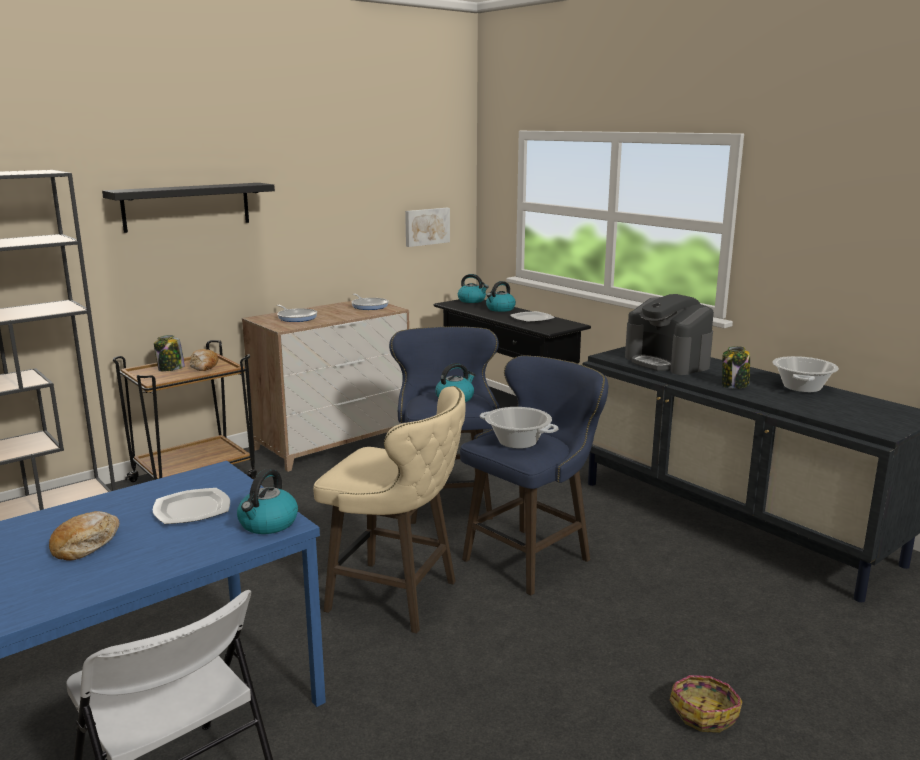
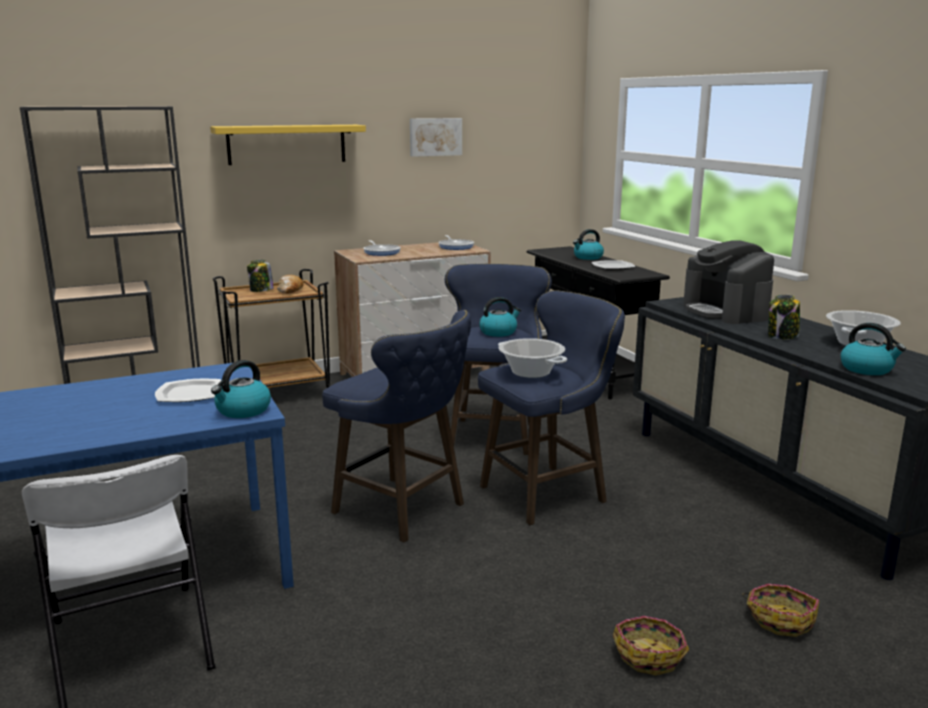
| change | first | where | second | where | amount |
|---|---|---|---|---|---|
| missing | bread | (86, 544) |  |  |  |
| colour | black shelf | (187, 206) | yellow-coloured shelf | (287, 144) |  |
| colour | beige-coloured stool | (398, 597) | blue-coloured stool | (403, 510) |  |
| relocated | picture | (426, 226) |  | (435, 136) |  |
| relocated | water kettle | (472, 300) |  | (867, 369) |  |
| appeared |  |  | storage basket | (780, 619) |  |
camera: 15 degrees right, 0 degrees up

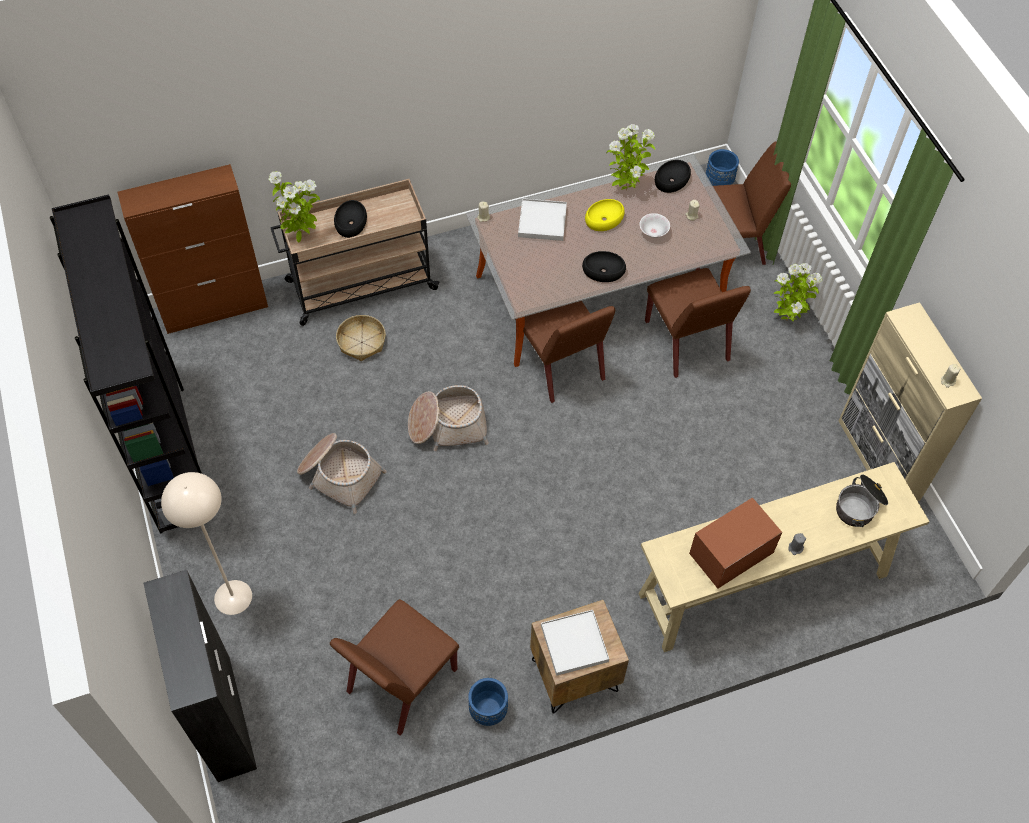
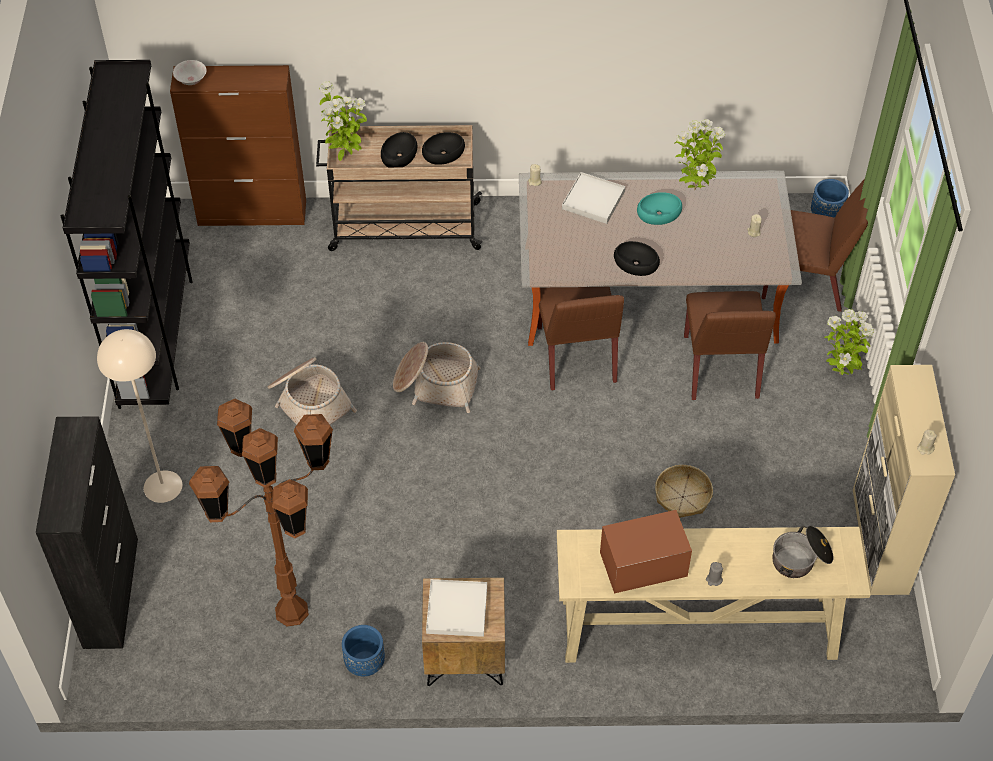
| change | first | where | second | where | amount |
|---|---|---|---|---|---|
| exchanged | brown chair | (401, 682) | brown floor lamp | (290, 611) |  |
| relocated | storage basket | (362, 342) |  | (683, 497) |  |
| colour | yellow-coloured deep dish | (604, 220) | turquoise-coloured deep dish | (658, 214) |  |
| relocated | whitish deep dish | (653, 232) |  | (191, 80) |  |
| relocated | black deep dish | (671, 180) |  | (443, 152) |  |
camera: 20 degrees right, 5 degrees down

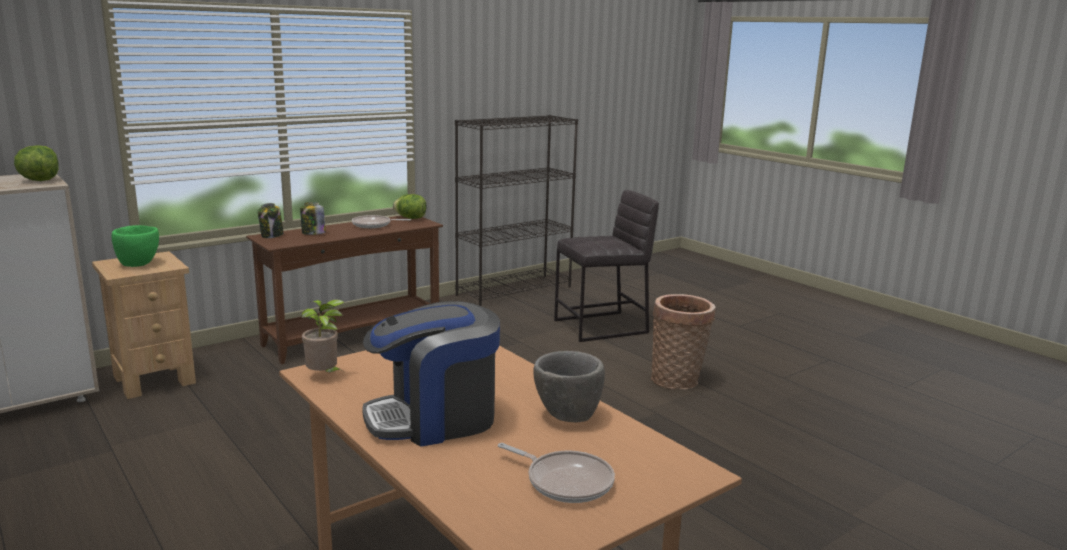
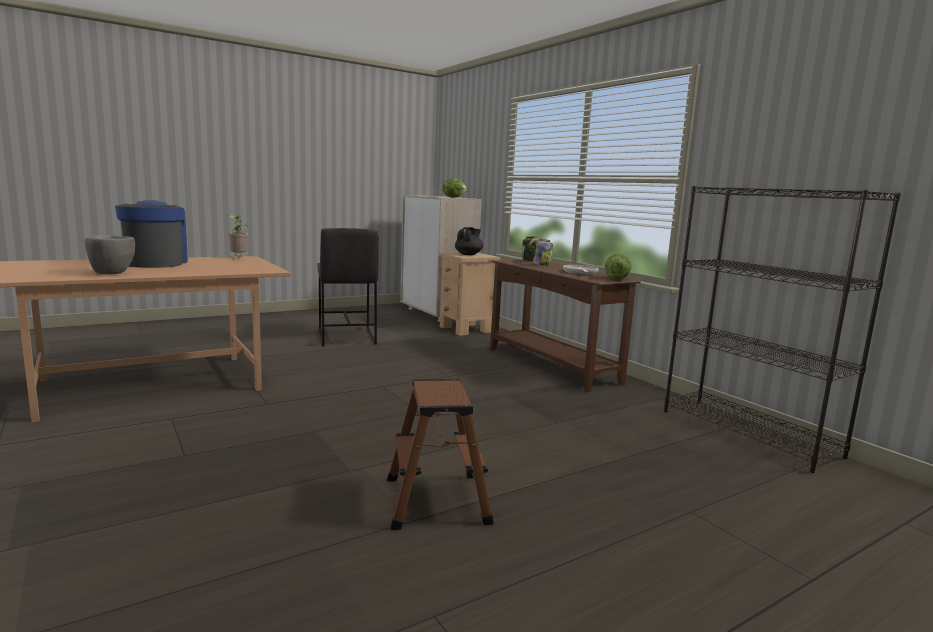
| change | first | where | second | where | amount |
|---|---|---|---|---|---|
| exchanged | green deep dish | (139, 264) | black teapot | (468, 254) |  |
| missing | frying pan | (565, 481) |  |  |  |
| relocated | greyish stool | (602, 327) |  | (345, 337) |  |
| exchanged | storage basket | (678, 381) | brown step stool | (437, 500) |  |
camera: 95 degrees right, 5 degrees down

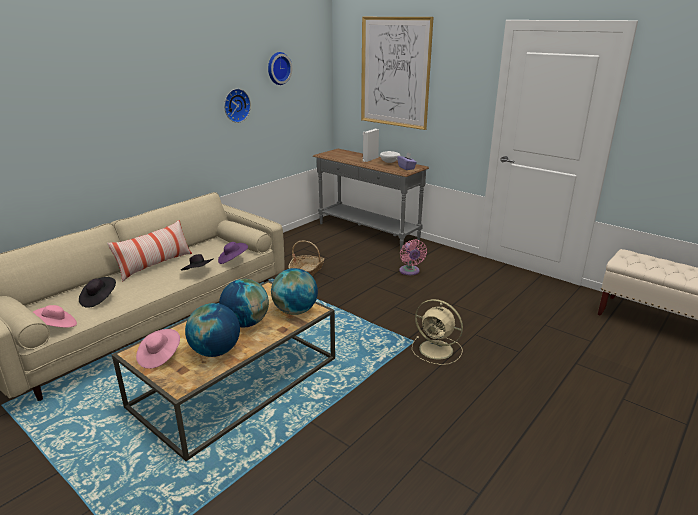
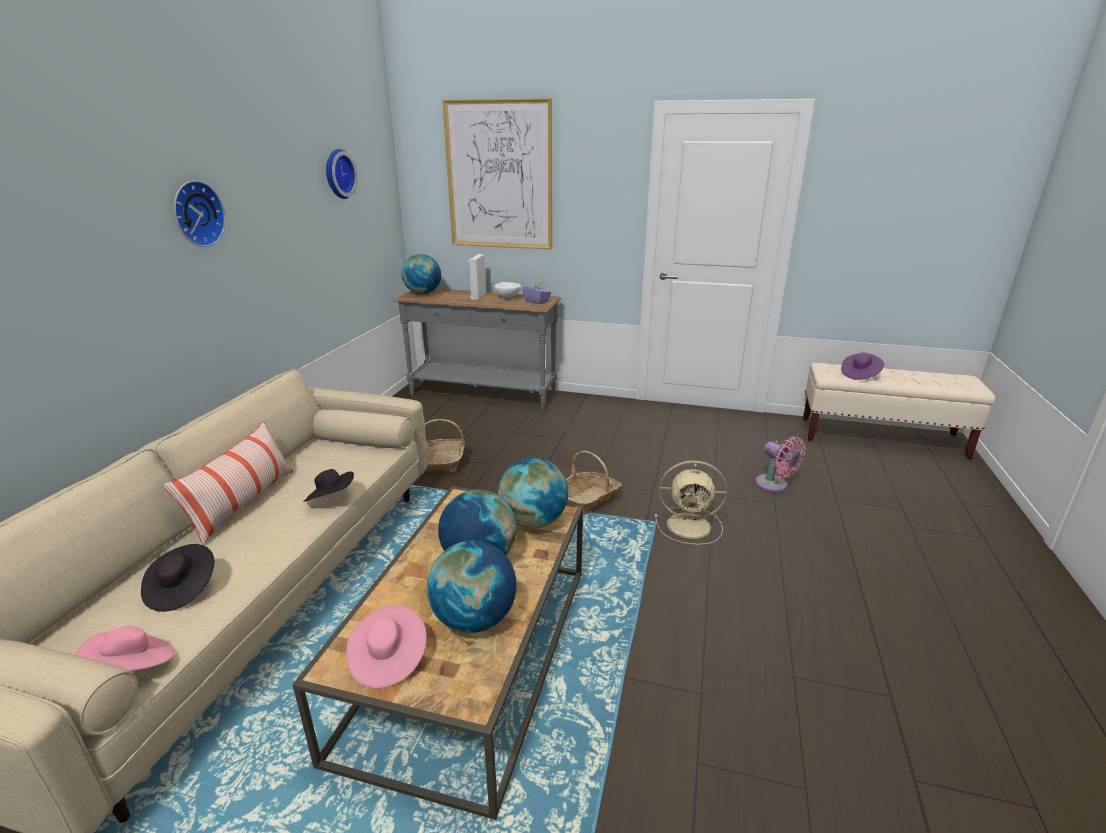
| change | first | where | second | where | amount |
|---|---|---|---|---|---|
| relocated | purple-coloured wearable hat | (232, 260) |  | (860, 374) |  |
| relocated | wall clock | (235, 105) |  | (196, 214) |  |
| relocated | pink fan | (410, 271) |  | (774, 485) |  |
| appeared |  |  | world globe | (423, 293) |  |
| appeared |  |  | storage basket | (589, 499) |  |
camera: 25 degrees left, 0 degrees up

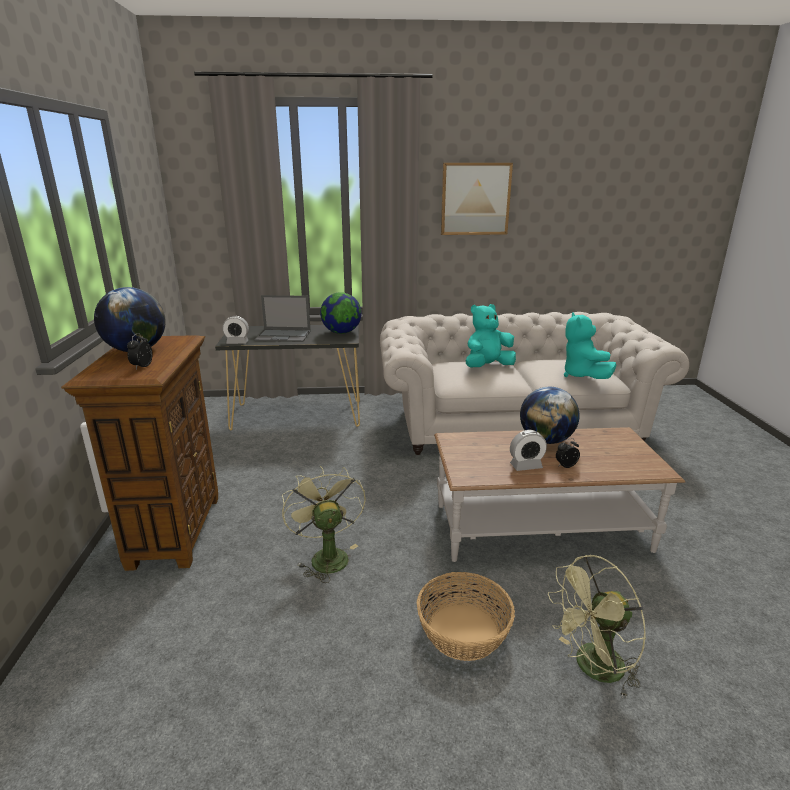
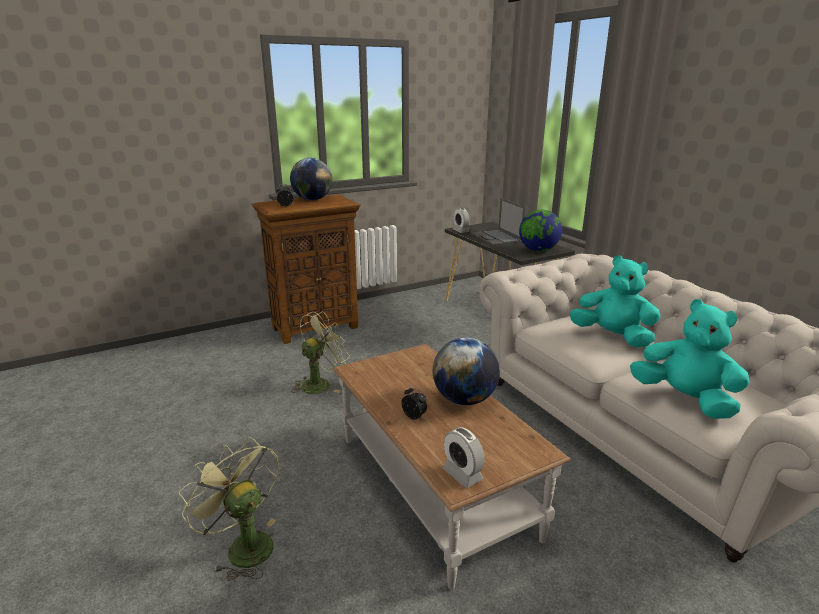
| change | first | where | second | where | amount |
|---|---|---|---|---|---|
| missing | storage basket | (464, 631) |  |  |  |
| missing | picture | (475, 199) |  |  |  |
| relocated | bedside clock | (526, 466) |  | (462, 474) |  |
| spun | turquoise-coloured cuddly toy | (582, 376) |  | (684, 399) | 75 degrees clockwise |
camera: 65 degrees right, 0 degrees up

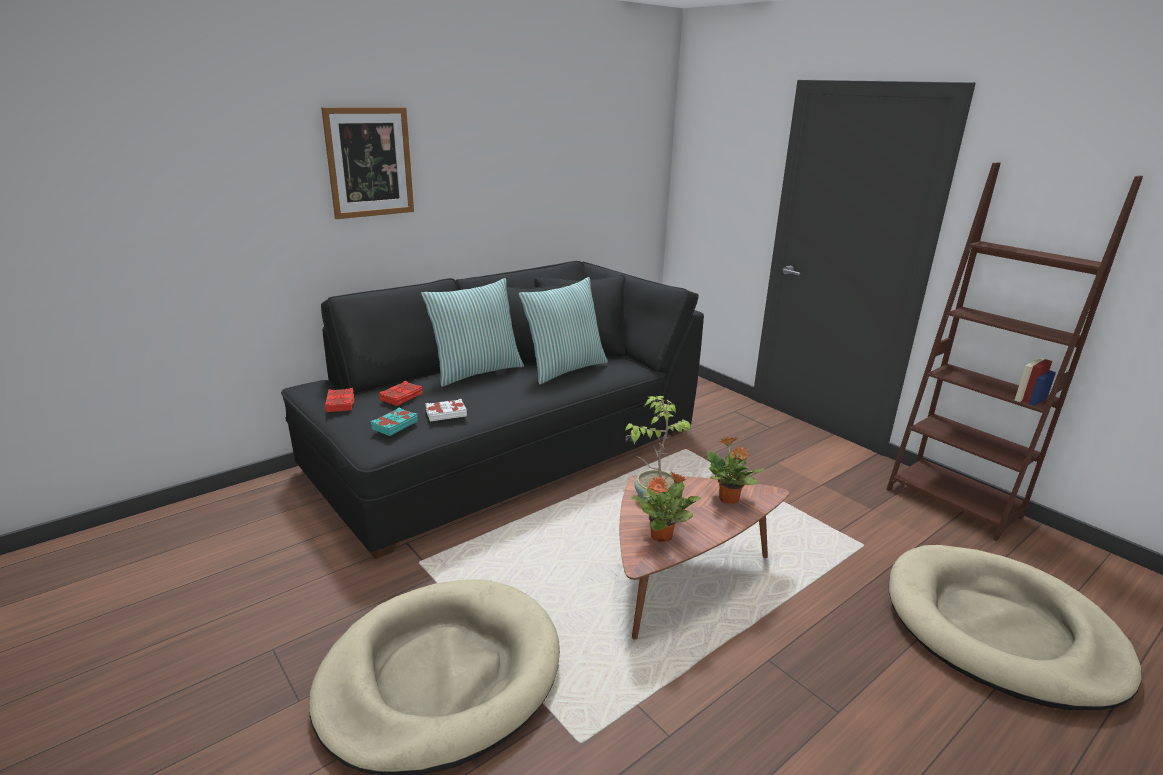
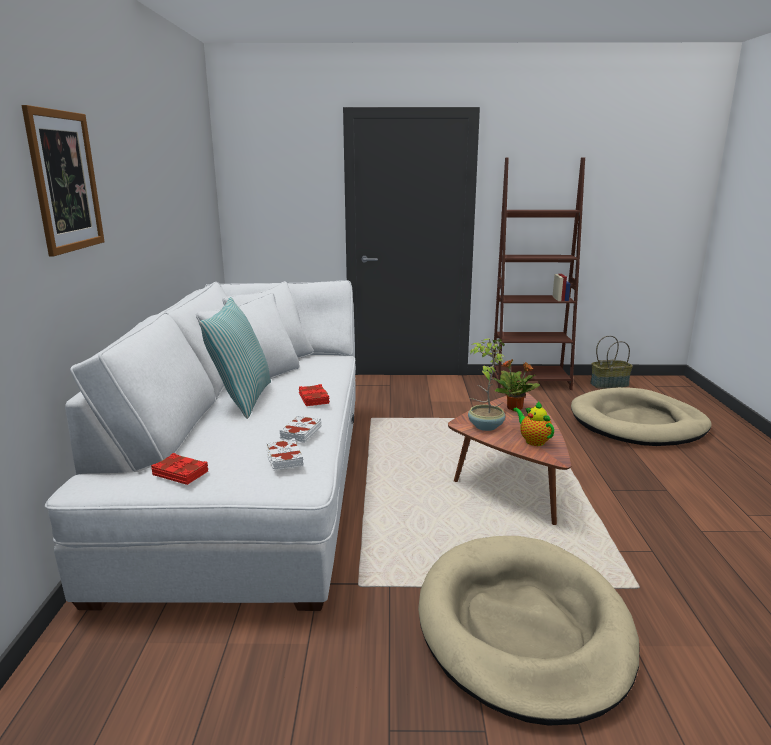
| change | first | where | second | where | amount |
|---|---|---|---|---|---|
| colour | black couch | (506, 451) | whitish couch | (254, 481) |  |
| colour | turquoise-coloured book | (394, 425) | whitish book | (284, 459) |  |
| relocated | red-coloured book | (401, 397) |  | (314, 399) |  |
| missing | throw pillow | (564, 369) |  |  |  |
| exchanged | plant in a pot | (662, 536) | teapot | (533, 441) |  |
| appeared |  |  | storage basket | (609, 384) |  |
camera: 50 degrees left, 5 degrees down

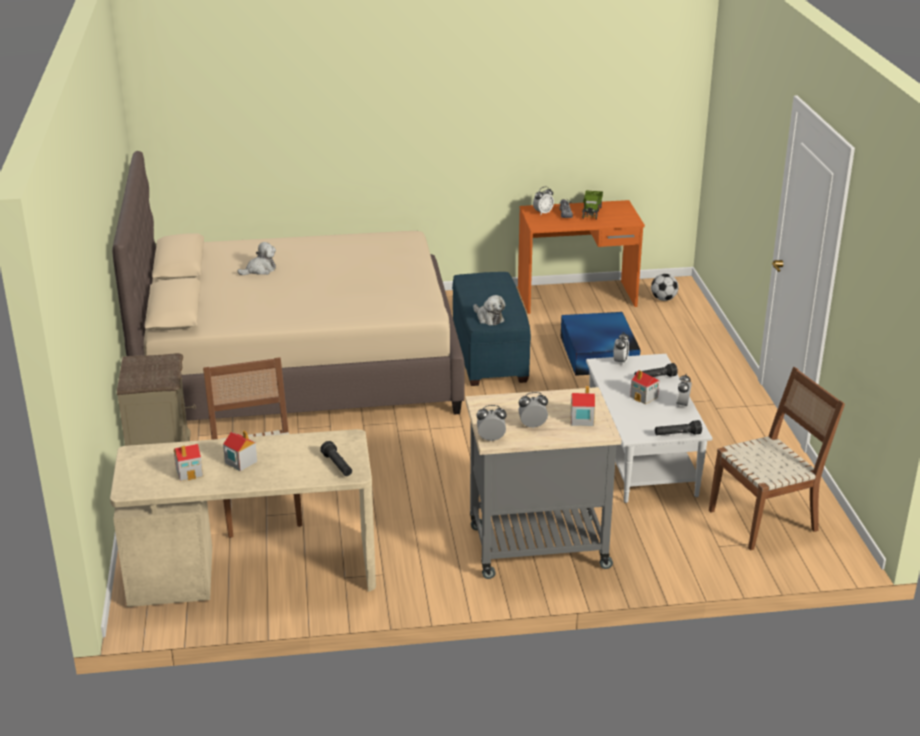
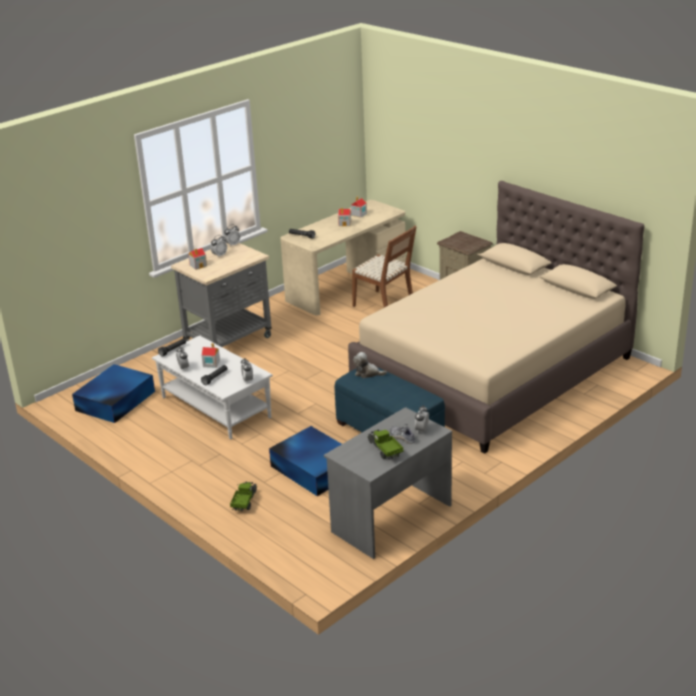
| change | first | where | second | where | amount |
|---|---|---|---|---|---|
| missing | cuddly toy | (260, 270) |  |  |  |
| colour | orange desk table | (577, 297) | greyish desk table | (390, 518) |  |
| missing | football | (663, 299) |  |  |  |
| exchanged | chair | (766, 519) | blue-coloured storage box | (114, 401) |  |
| appeared |  |  | toy lorry | (244, 502) |  |
camera: 145 degrees right, 0 degrees up

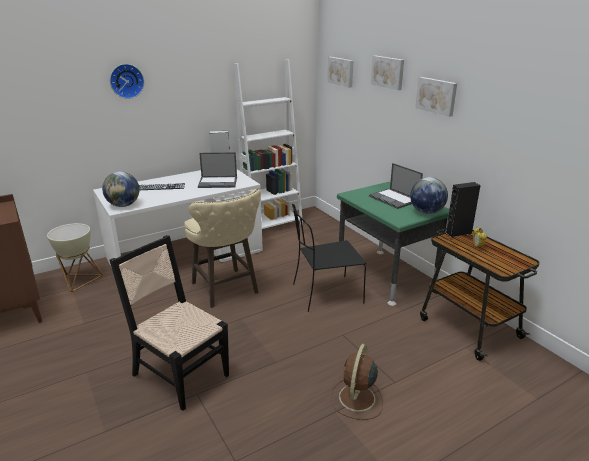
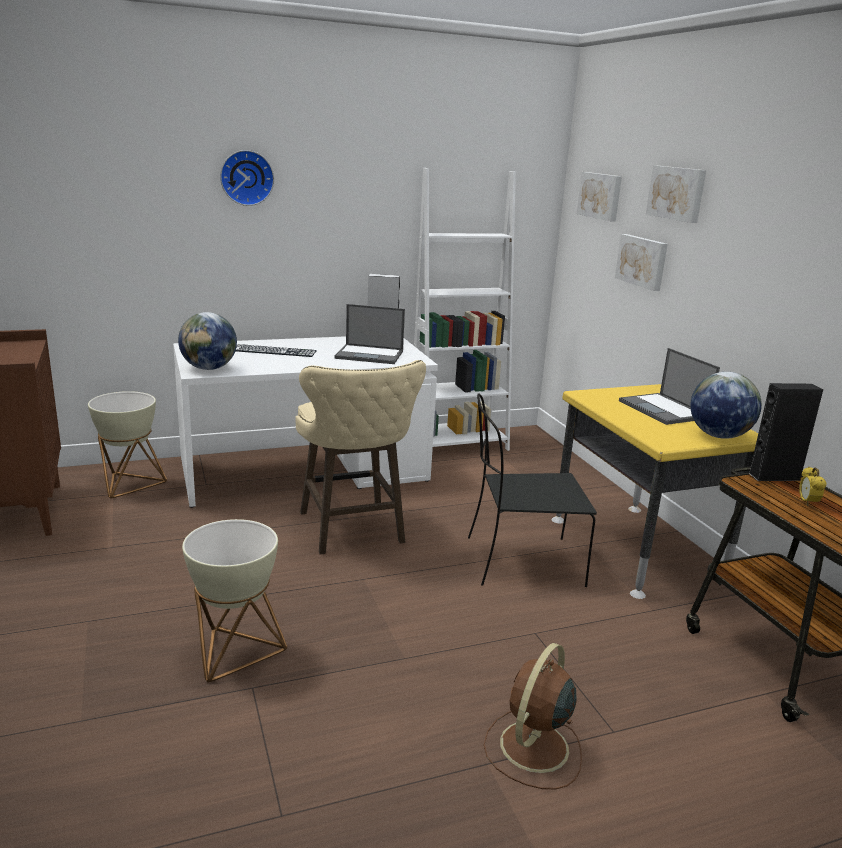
| change | first | where | second | where | amount |
|---|---|---|---|---|---|
| exchanged | chair | (181, 375) | planter | (236, 651) |  |
| colour | green desk table | (386, 275) | yellow-coloured desk table | (637, 547) |  |
| relocated | picture | (436, 96) |  | (642, 261) |  |
camera: 10 degrees right, 5 degrees down

